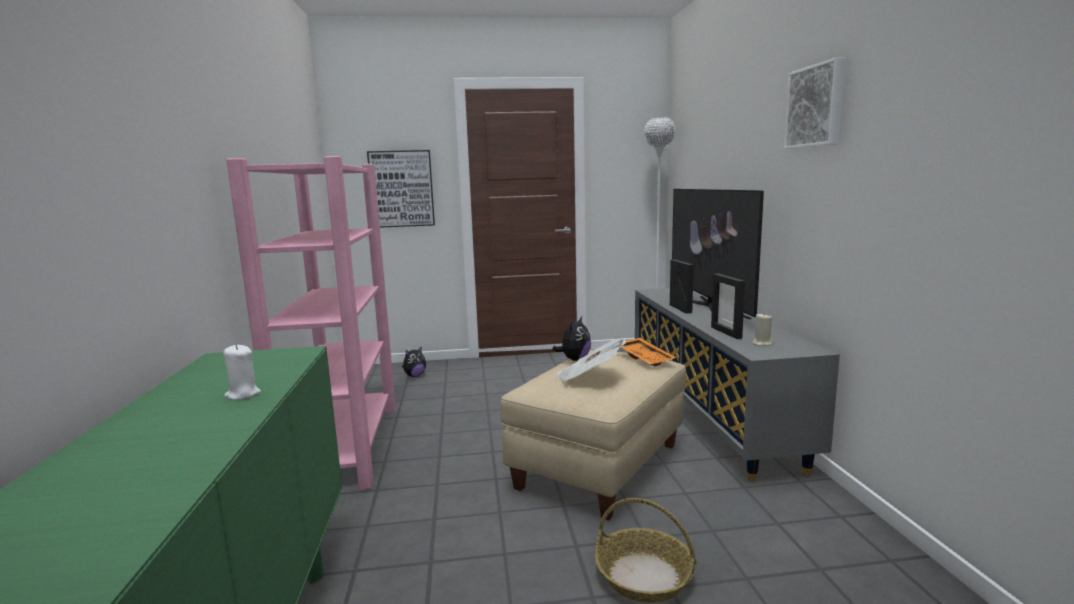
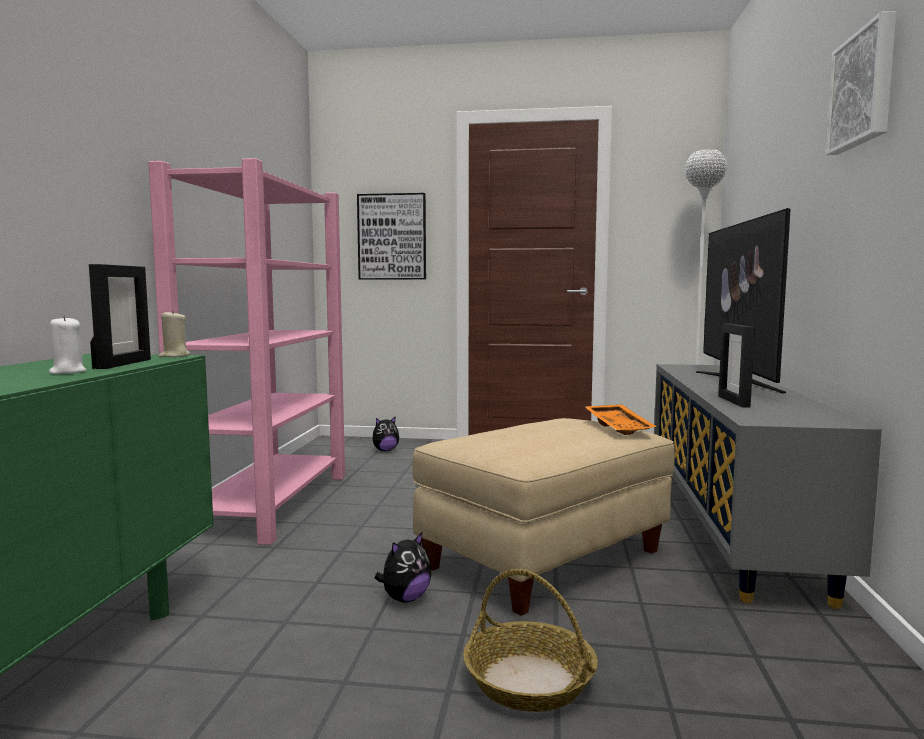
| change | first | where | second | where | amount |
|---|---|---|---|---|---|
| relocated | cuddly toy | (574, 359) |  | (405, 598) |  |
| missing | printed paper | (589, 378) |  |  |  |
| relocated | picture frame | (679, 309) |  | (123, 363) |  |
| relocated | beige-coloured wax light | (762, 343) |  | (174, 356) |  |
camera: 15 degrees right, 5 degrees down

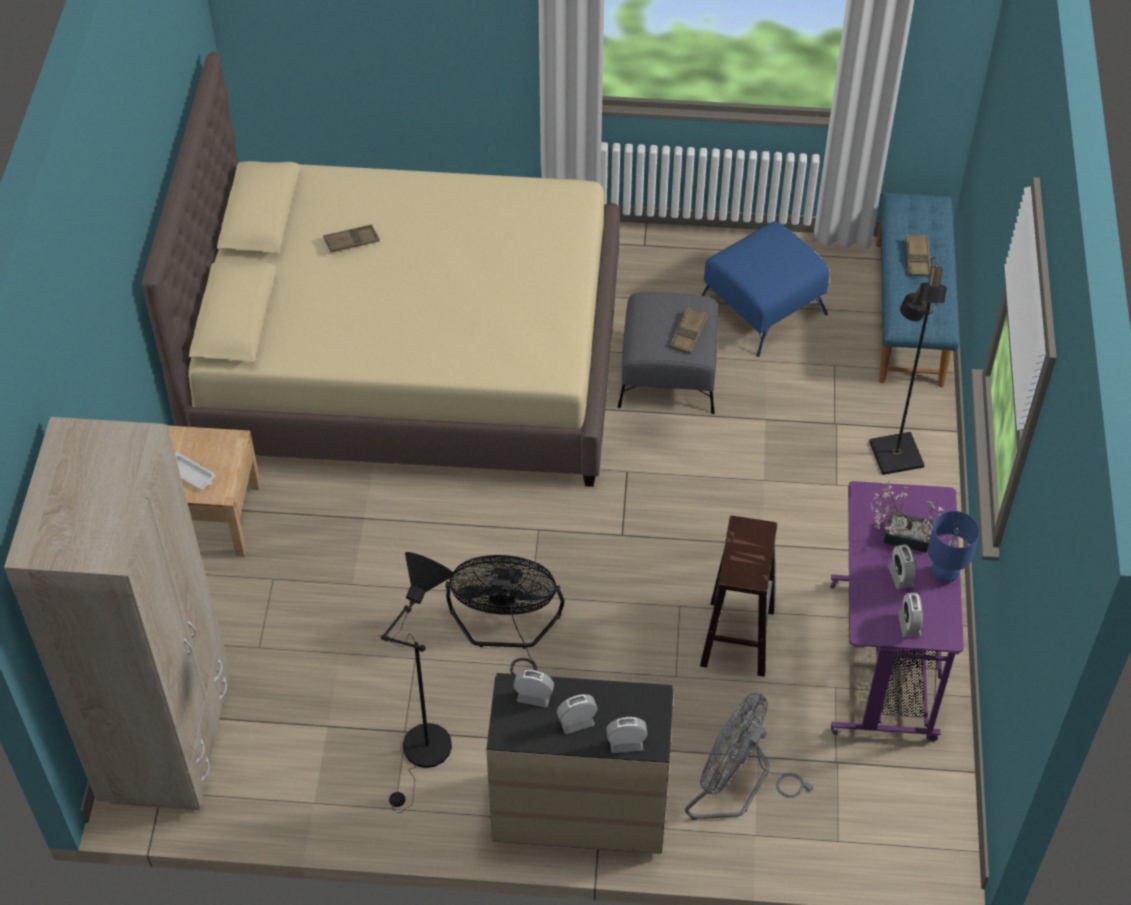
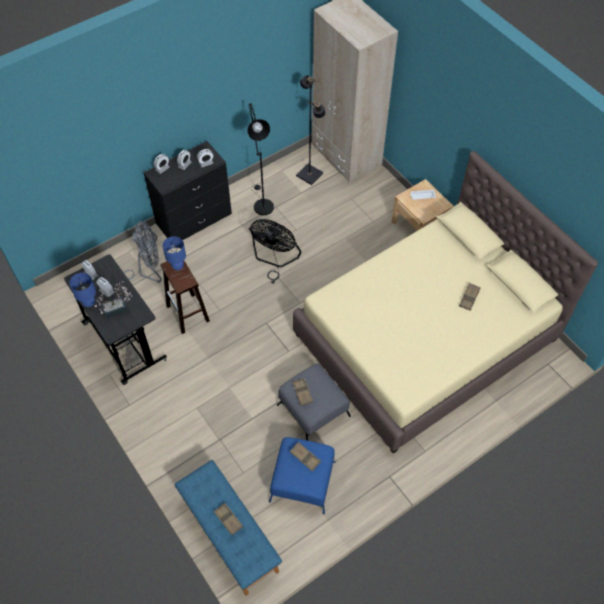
| change | first | where | second | where | amount |
|---|---|---|---|---|---|
| spun | black fan | (508, 633) |  | (273, 258) | 120 degrees counterclockwise |
| colour | purple-coloured desk table | (882, 661) | black desk table | (124, 342) |  |
| relocated | black floor lamp | (896, 454) |  | (309, 175) |  |
| appeared |  |  | blue-coloured tabletop lamp | (178, 267) |  |
| appeared |  |  | brown carrying tray | (305, 457) |  |
camera: 140 degrees right, 5 degrees up

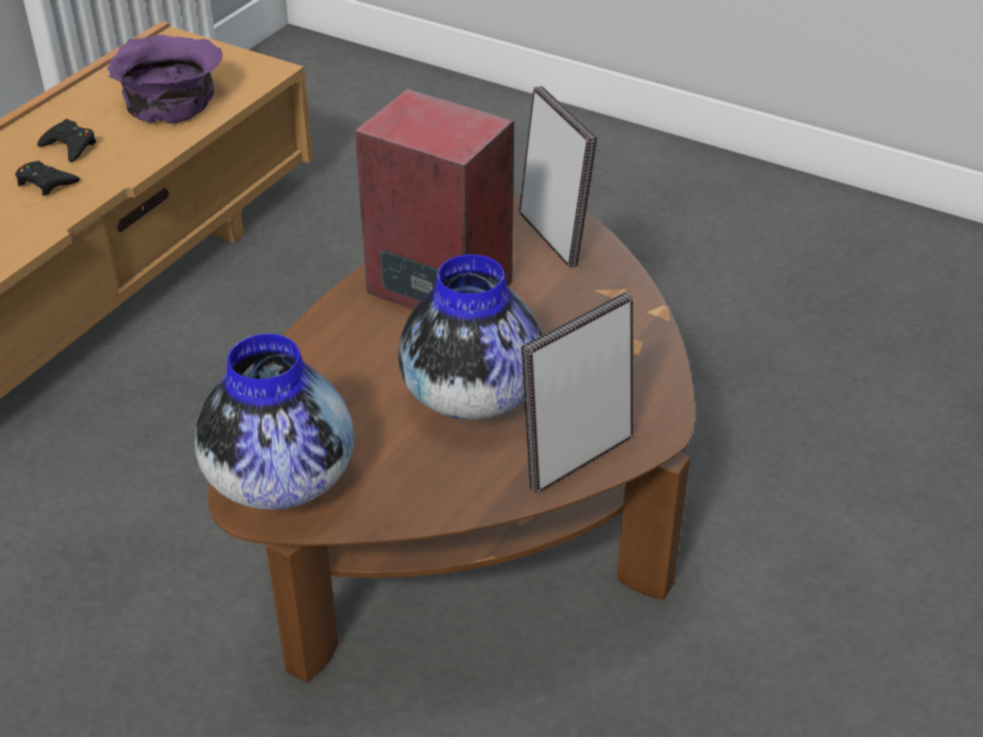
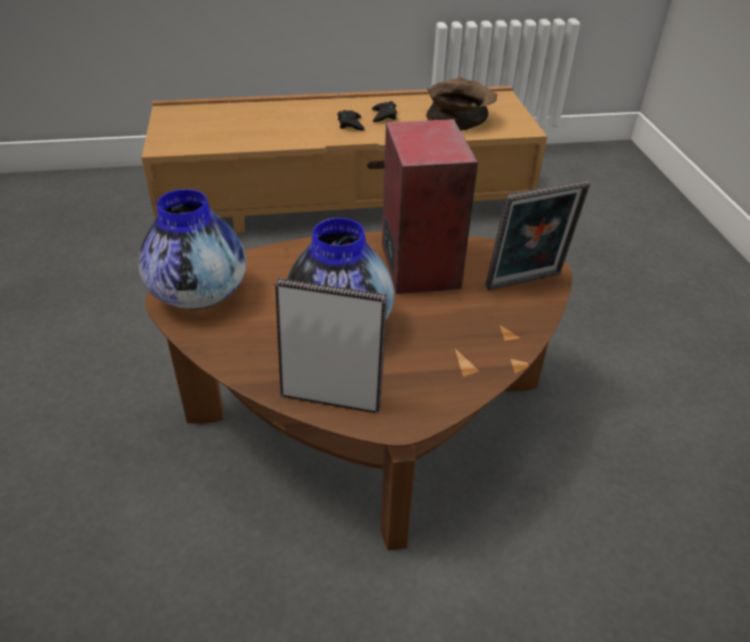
| change | first | where | second | where | amount |
|---|---|---|---|---|---|
| colour | purple-coloured deep dish | (172, 99) | brown deep dish | (459, 119) |  |
| spun | picture frame | (553, 237) |  | (525, 283) | 45 degrees clockwise |
camera: 50 degrees right, 0 degrees up

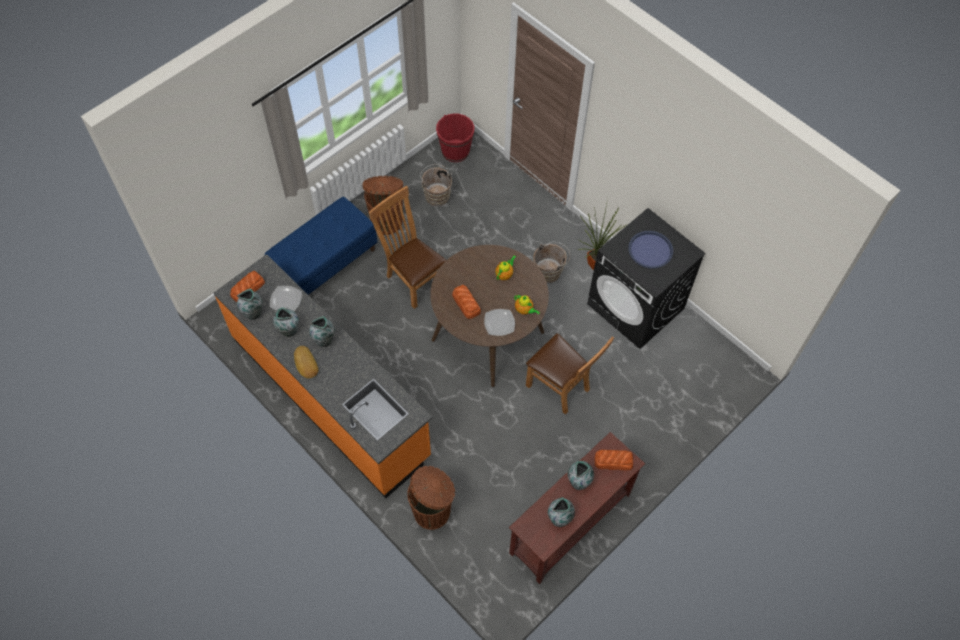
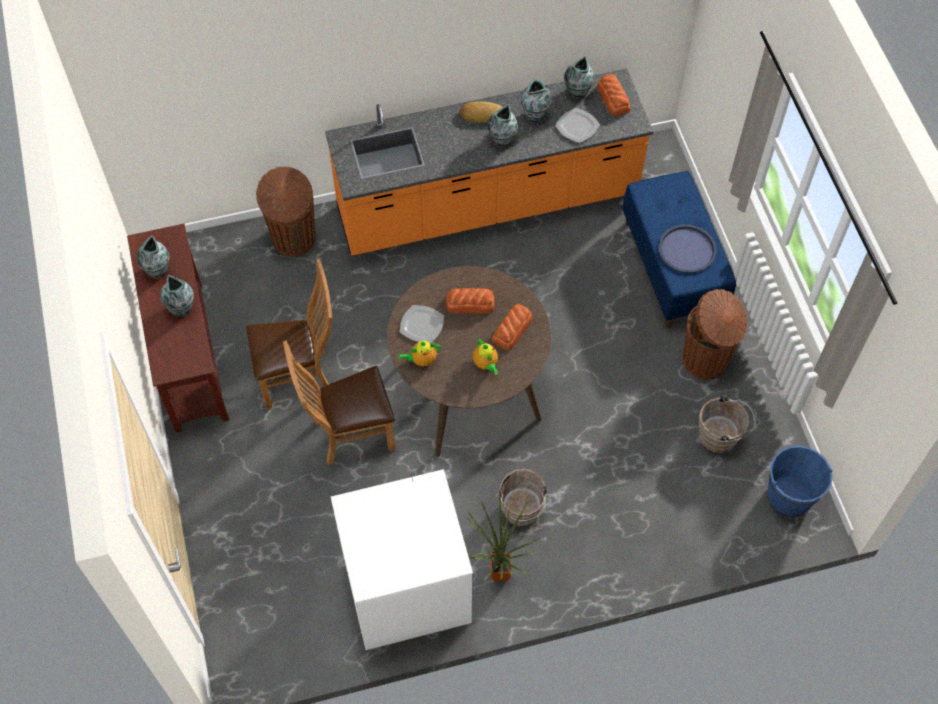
| change | first | where | second | where | amount |
|---|---|---|---|---|---|
| relocated | brown chair | (412, 279) |  | (300, 376) |  |
| colour | red-coloured bucket | (455, 151) | blue-coloured bucket | (789, 497) |  |
| colour | black laundry appliance | (636, 306) | whitish laundry appliance | (405, 589) |  |
| relocated | bread | (613, 461) |  | (512, 329) |  |
| relocated | blue-coloured carrying tray | (650, 250) |  | (687, 249) |  |
camera: 120 degrees right, 0 degrees up

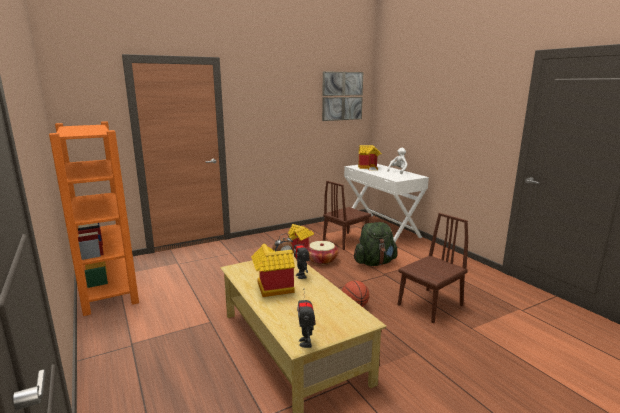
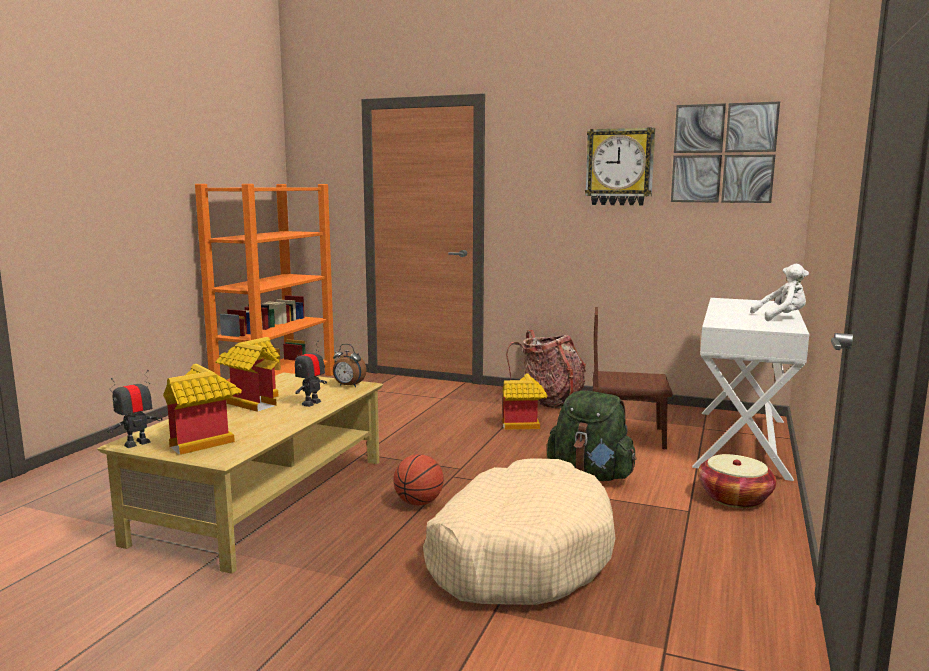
| change | first | where | second | where | amount |
|---|---|---|---|---|---|
| relocated | storage basket | (322, 260) |  | (734, 498) |  |
| relocated | model house | (370, 168) |  | (205, 441) |  |
| exchanged | brown chair | (430, 305) | beige-coloured dog cushion | (519, 554) |  |
| appeared |  |  | backpack | (550, 401) |  |
| appeared |  |  | wall clock | (619, 167) |  |
camera: 50 degrees right, 5 degrees down

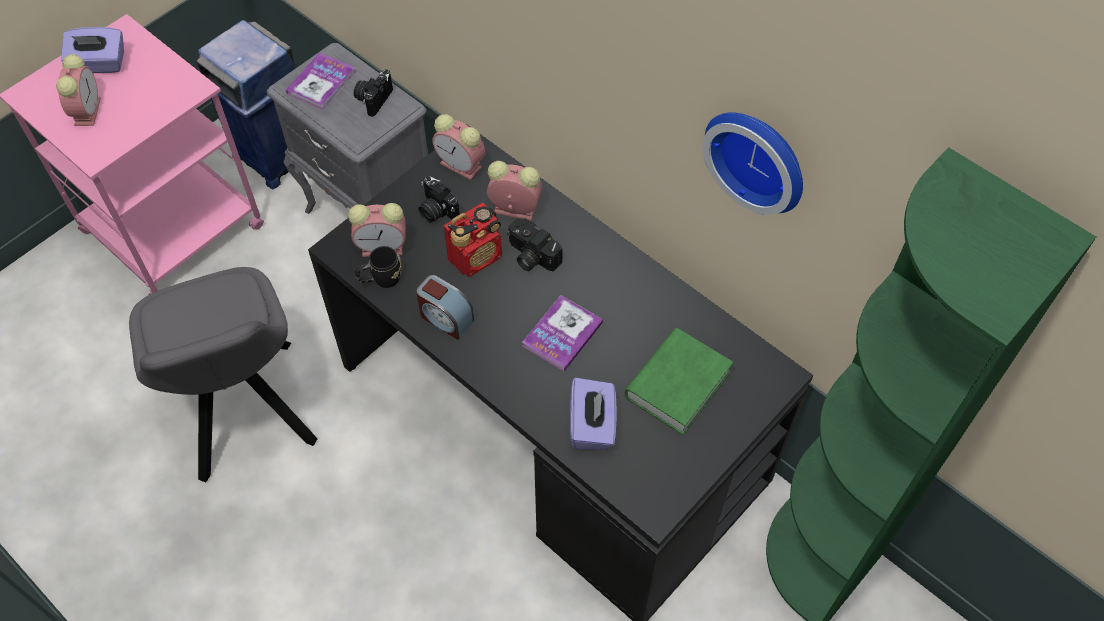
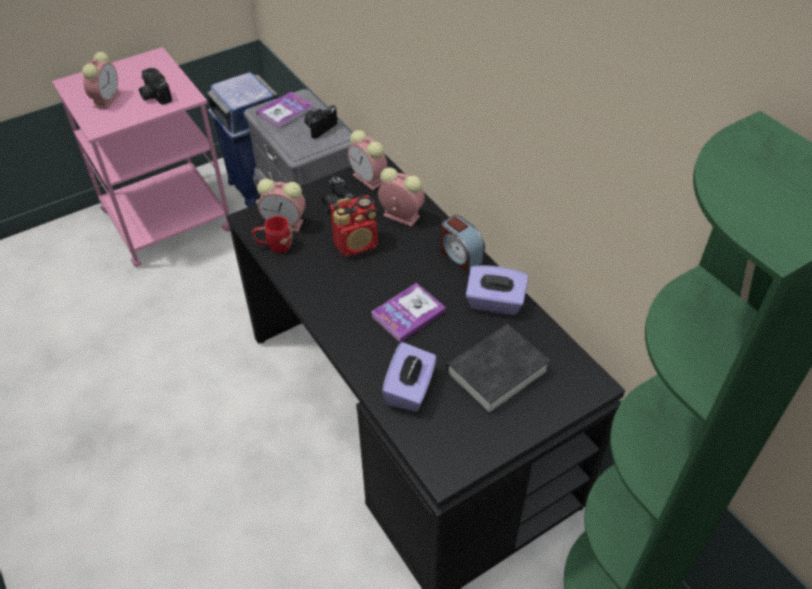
| change | first | where | second | where | amount |
|---|---|---|---|---|---|
| relocated | purple-coloured tissue holder | (99, 64) |  | (494, 303) |  |
| missing | greyish chair | (245, 411) |  |  |  |
| colour | black coffee mug | (381, 280) | red-coloured coffee mug | (274, 246) |  |
| relocated | bedside clock | (445, 318) |  | (460, 255) |  |
| relocated | photo camera | (530, 256) |  | (154, 95) |  |
| colour | green book | (677, 384) | black book | (496, 372) |  |
| missing | wall clock | (759, 157) |  |  |  |
camera: 15 degrees right, 10 degrees down

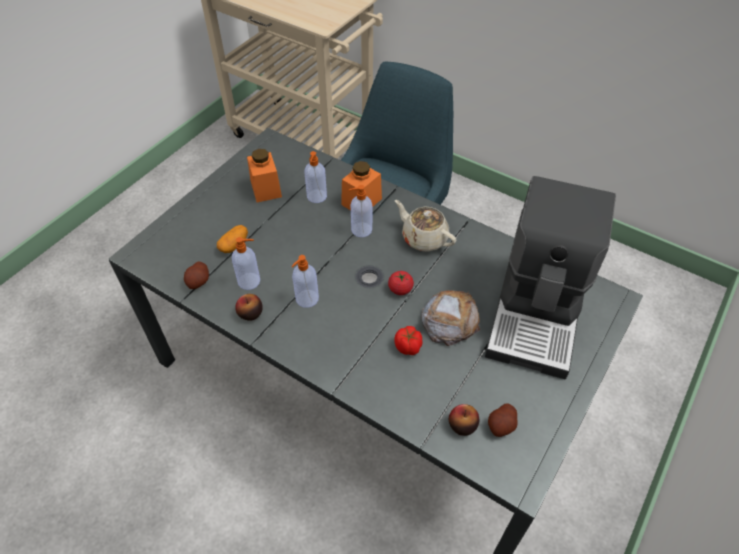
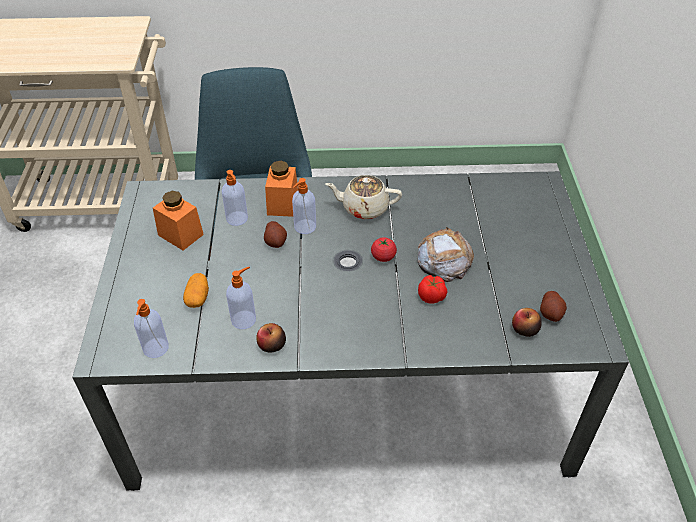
| change | first | where | second | where | amount |
|---|---|---|---|---|---|
| relocated | potato | (198, 281) |  | (275, 242) |  |
| relocated | liquid soap bottle | (306, 299) |  | (155, 349) |  |
| missing | coffee brewer | (538, 313) |  |  |  |
camera: 35 degrees left, 5 degrees down

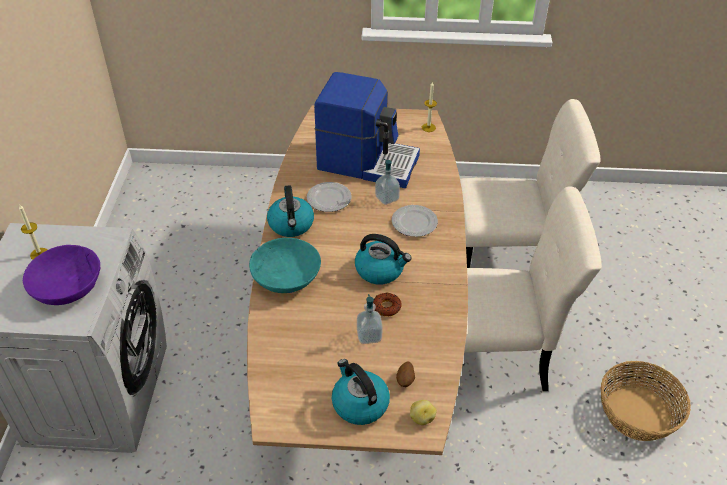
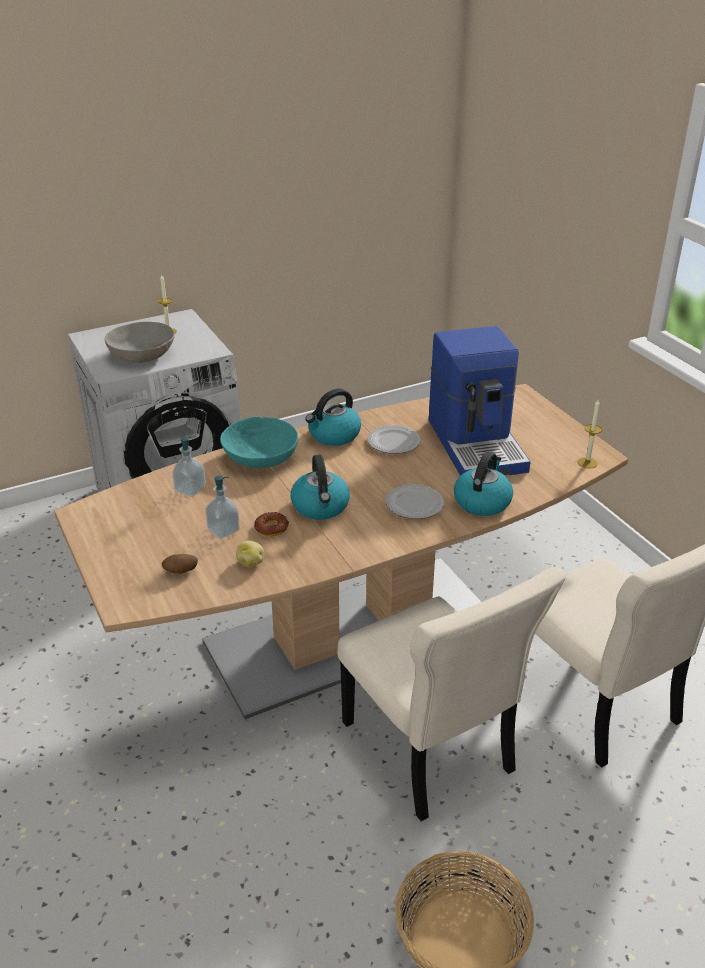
| change | first | where | second | where | amount |
|---|---|---|---|---|---|
| colour | purple-coloured deep dish | (67, 287) | greyish deep dish | (143, 355) |  |
| relocated | water kettle | (359, 404) |  | (482, 501) |  |
| relocated | liquid soap bottle | (387, 198) |  | (190, 489) |  |
| relocated | potato | (421, 418) |  | (251, 562) |  |
camera: 60 degrees right, 10 degrees down

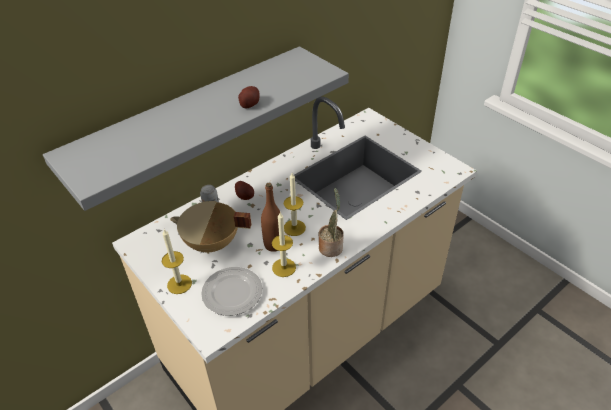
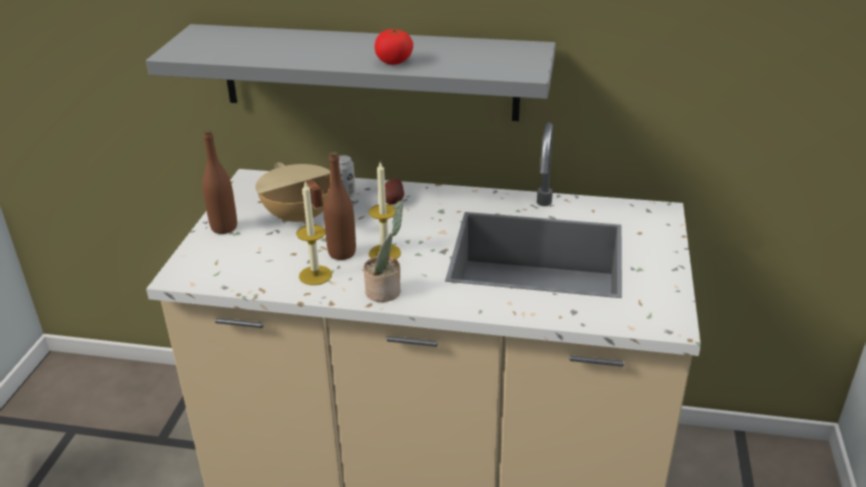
| change | first | where | second | where | amount |
|---|---|---|---|---|---|
| exchanged | wax light | (179, 284) | brown drink bottle | (224, 227) |  |
| missing | flat dish | (233, 293) |  |  |  |
| exchanged | potato | (249, 104) | tomato | (394, 61) |  |
camera: 50 degrees right, 10 degrees down

